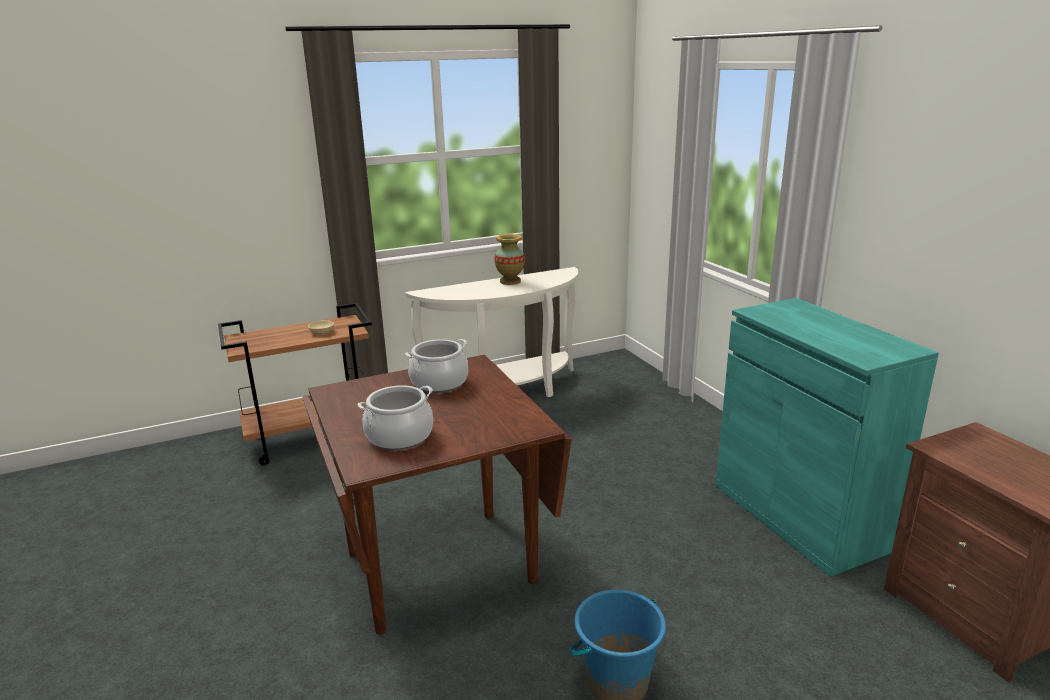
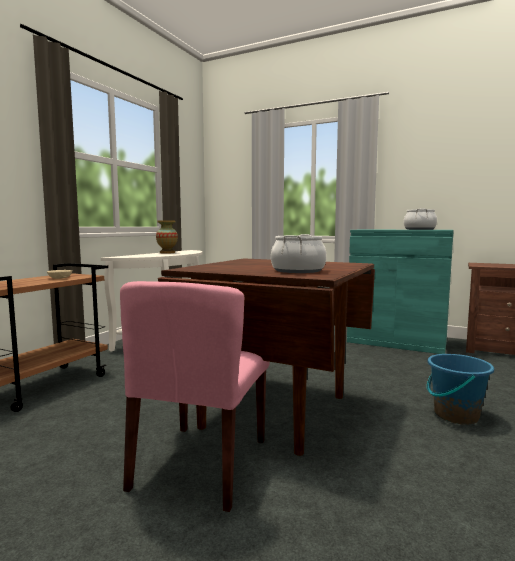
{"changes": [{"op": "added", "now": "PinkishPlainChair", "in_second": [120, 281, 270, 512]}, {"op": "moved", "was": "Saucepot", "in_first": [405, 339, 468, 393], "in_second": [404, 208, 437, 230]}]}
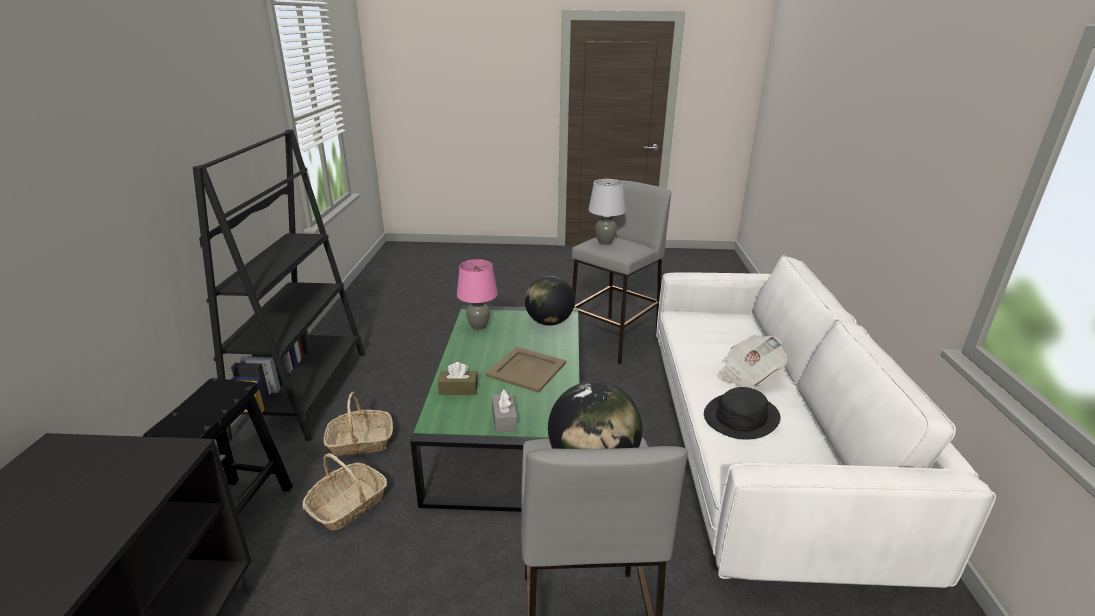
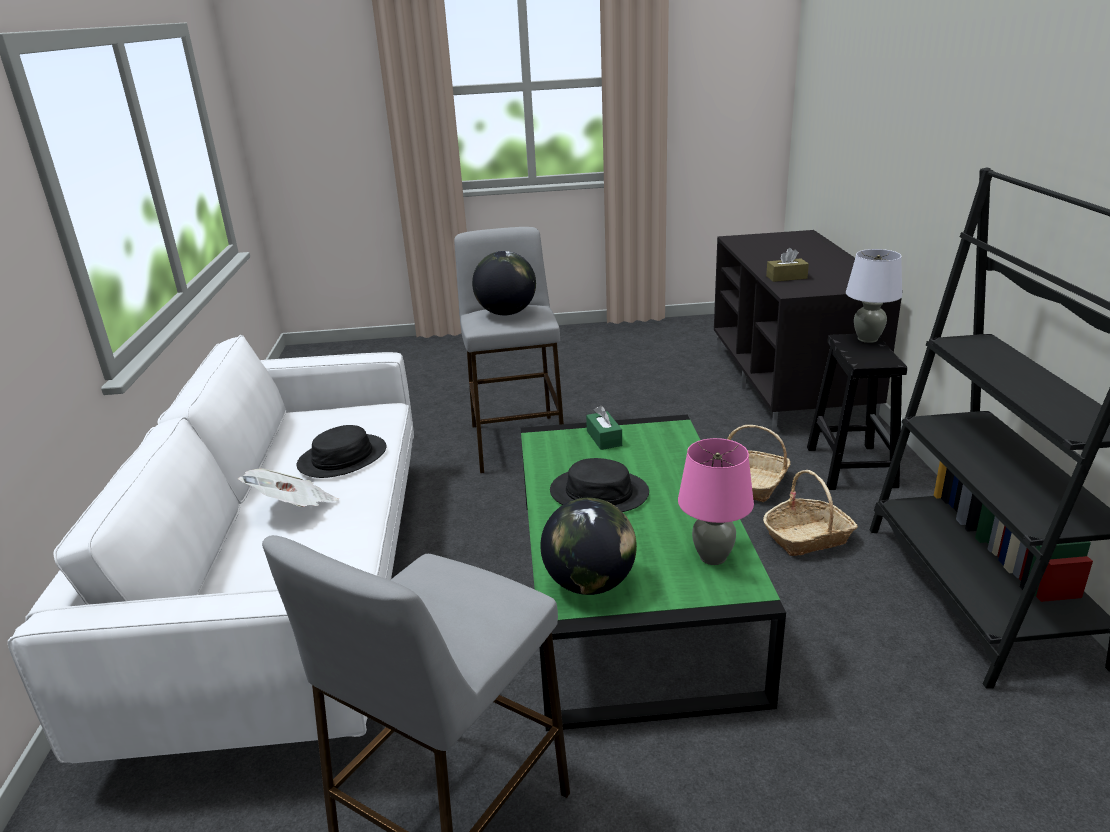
{"changes": [{"op": "moved", "was": "BrownColouredTissueBox", "in_first": [438, 362, 478, 395], "in_second": [766, 248, 809, 282]}, {"op": "moved", "was": "GreyishTabletopLamp", "in_first": [588, 179, 626, 245], "in_second": [846, 249, 902, 343]}, {"op": "replaced", "was": "SandColouredCarryingTray", "now": "BlackHat", "in_first": [486, 347, 566, 393], "in_second": [550, 458, 649, 512]}, {"op": "recoloured", "was": "GreyishTissueBox", "now": "GreenTissueBox", "in_first": [492, 389, 517, 433], "in_second": [586, 405, 622, 450]}]}
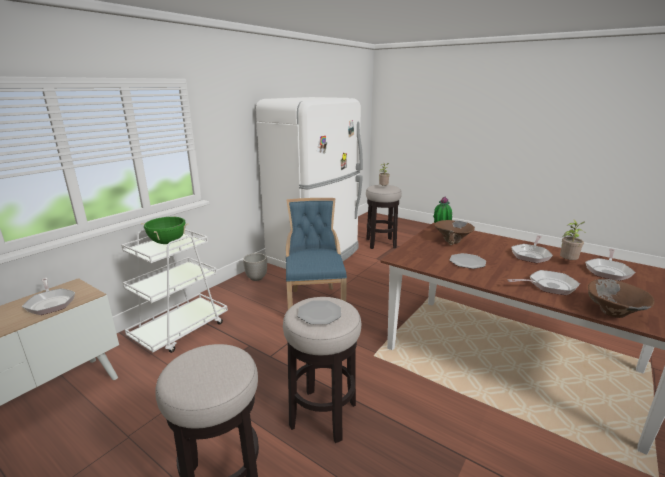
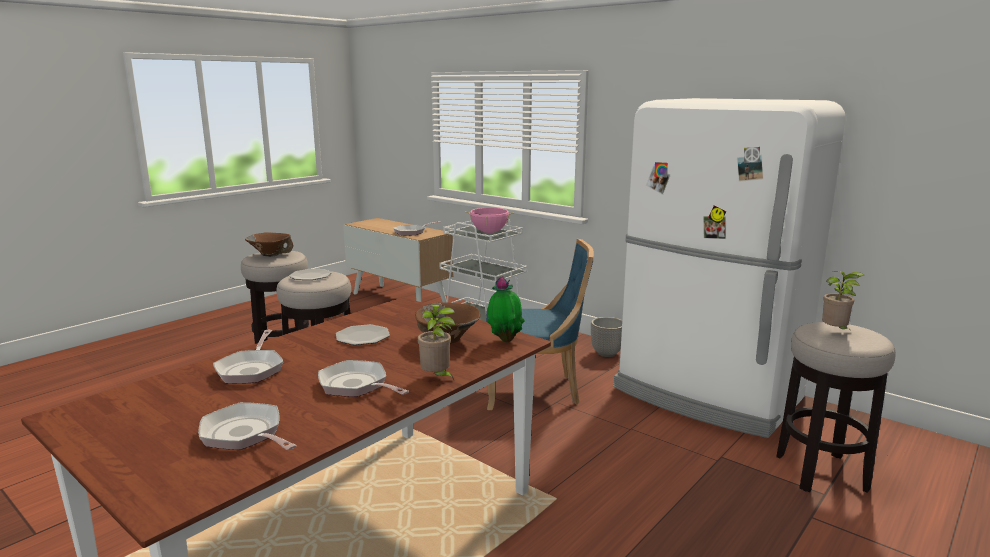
{"changes": [{"op": "moved", "was": "PlantInAPot", "in_first": [560, 220, 584, 260], "in_second": [418, 304, 455, 380]}, {"op": "moved", "was": "BrownColouredServingBowl", "in_first": [588, 279, 654, 318], "in_second": [245, 232, 293, 257]}, {"op": "recoloured", "was": "GreenSaucepot", "now": "PinkishSaucepot", "in_first": [141, 216, 189, 244], "in_second": [466, 208, 514, 233]}]}
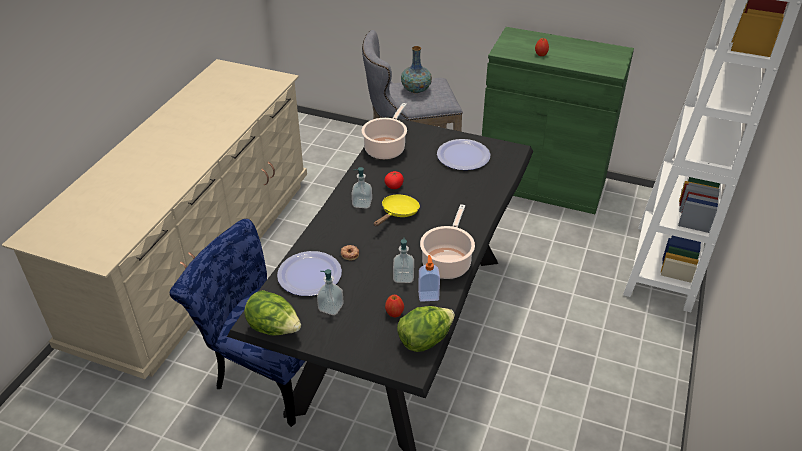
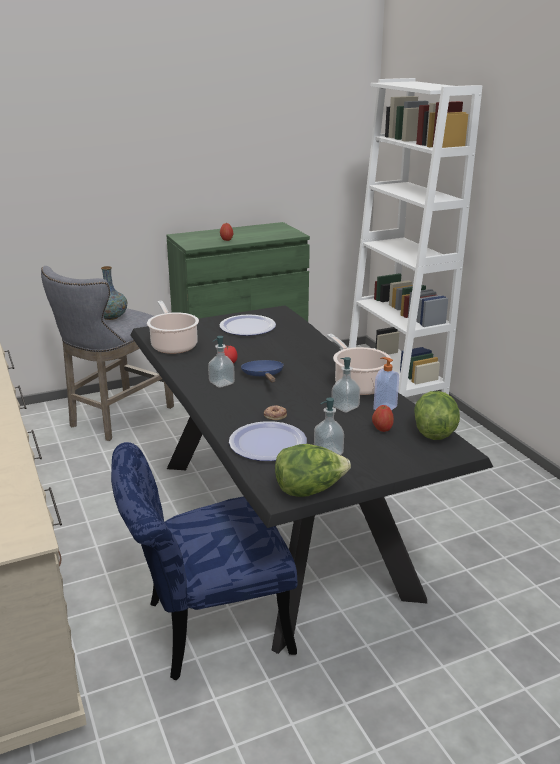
{"changes": [{"op": "recoloured", "was": "YellowishFryingPan", "now": "BluishFryingPan", "in_first": [374, 195, 420, 226], "in_second": [241, 360, 284, 383]}]}
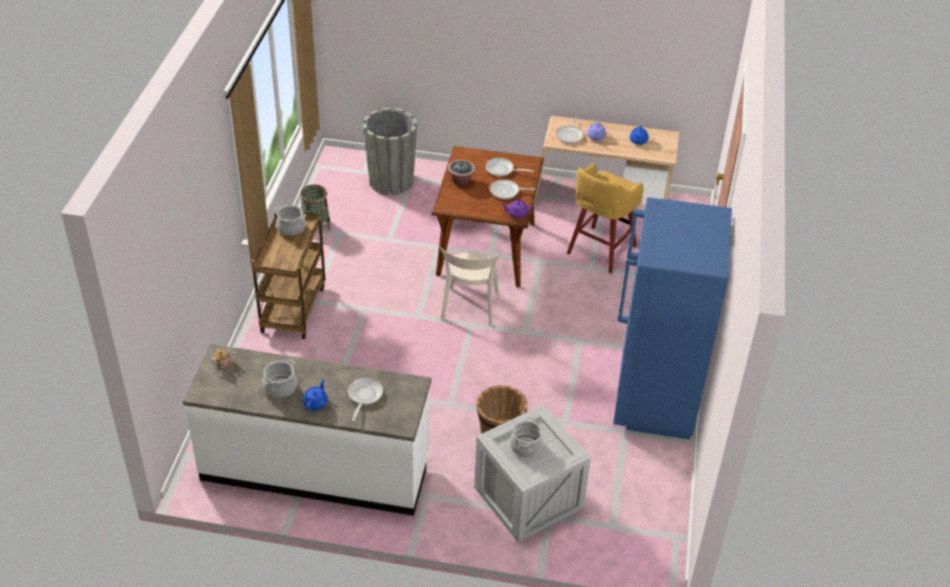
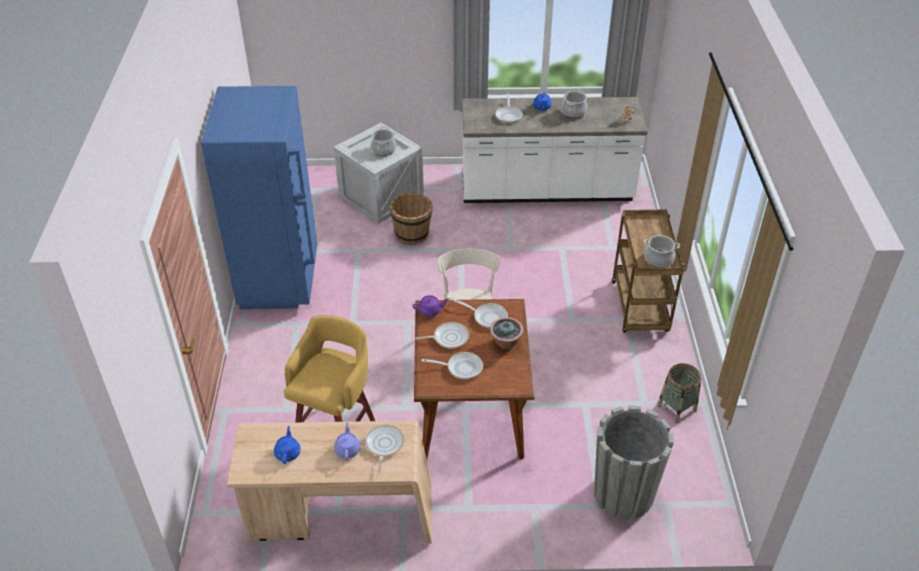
{"changes": [{"op": "added", "now": "FryingPan", "in_second": [453, 299, 508, 328]}]}
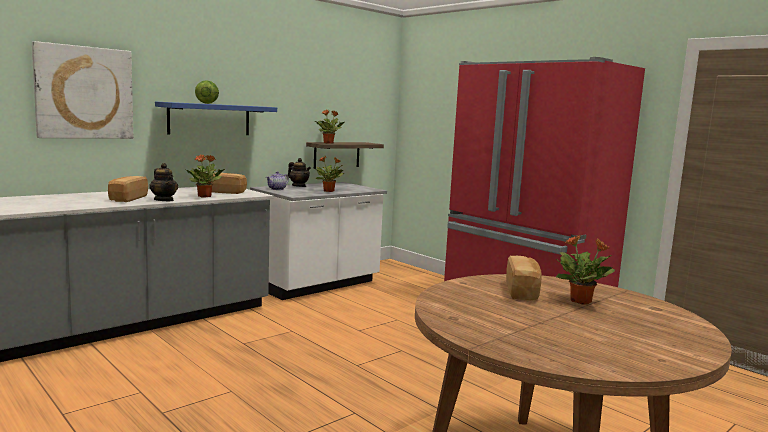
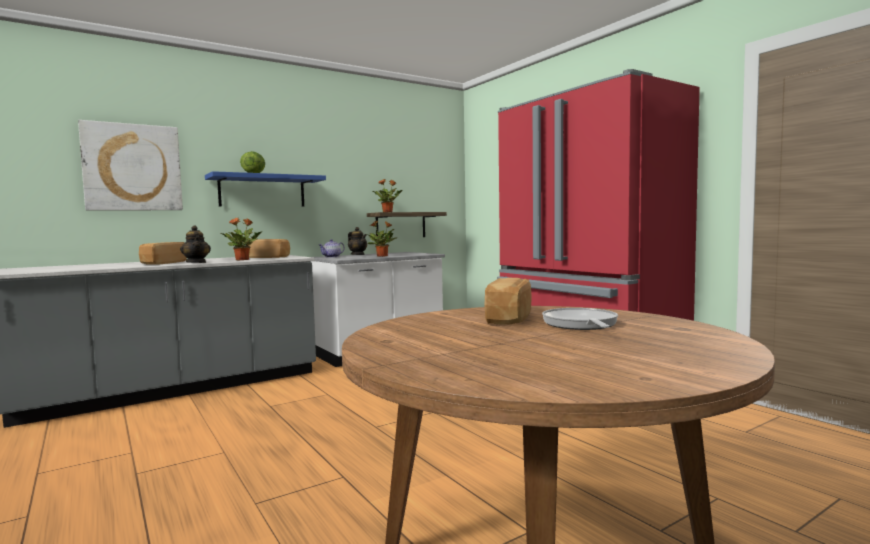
{"changes": [{"op": "replaced", "was": "PlantInAPot", "now": "FryingPan", "in_first": [556, 235, 615, 305], "in_second": [542, 308, 618, 330]}]}
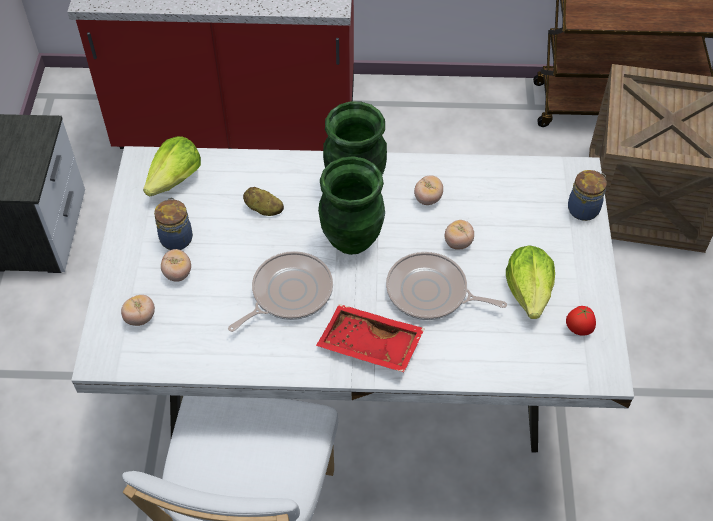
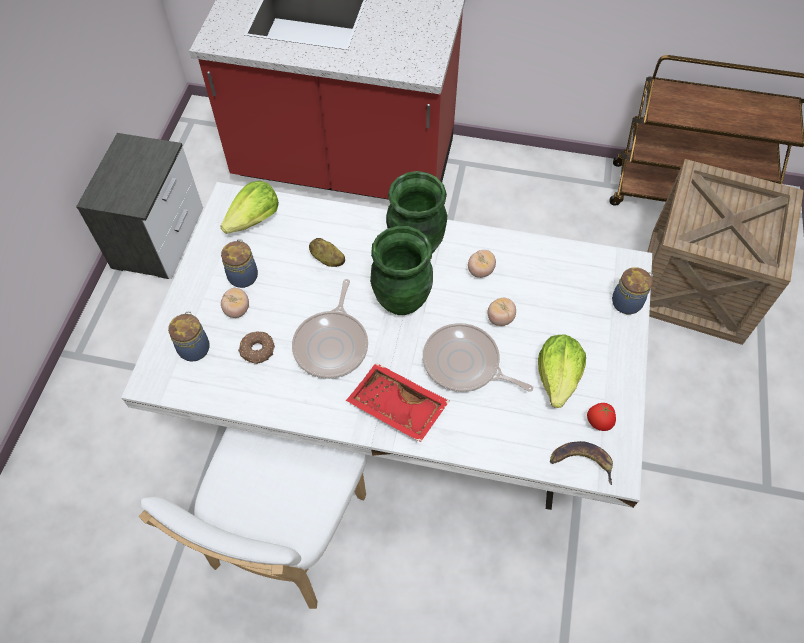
{"changes": [{"op": "added", "now": "Donut", "in_second": [238, 331, 275, 364]}, {"op": "added", "now": "Banana", "in_second": [550, 441, 613, 485]}, {"op": "replaced", "was": "FreshTomato", "now": "PreserveJar", "in_first": [121, 295, 155, 326], "in_second": [168, 312, 210, 362]}, {"op": "turned", "was": "FryingPan", "in_first": [228, 251, 333, 332], "in_second": [292, 279, 368, 379], "clockwise": 135}]}
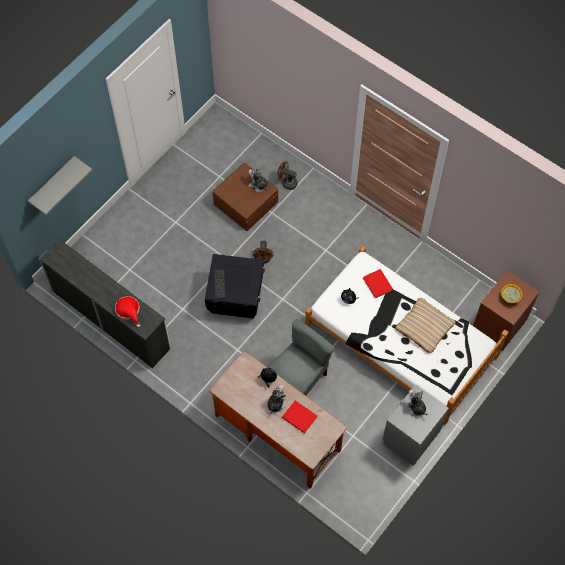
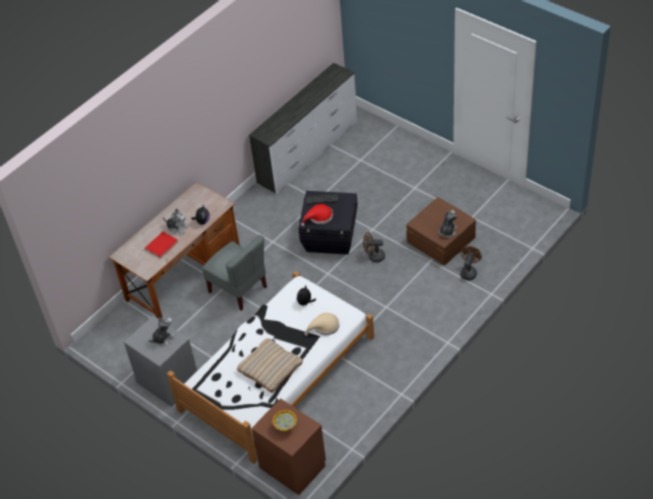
{"changes": [{"op": "removed", "was": "GreyishShelf", "in_first": [28, 156, 93, 215]}, {"op": "moved", "was": "RedHat", "in_first": [115, 296, 140, 327], "in_second": [301, 204, 333, 226]}, {"op": "replaced", "was": "RedBoundBook", "now": "SandColouredHat", "in_first": [363, 269, 393, 298], "in_second": [304, 313, 339, 336]}]}
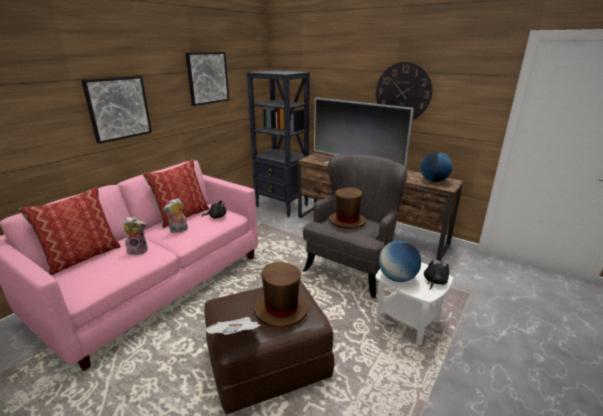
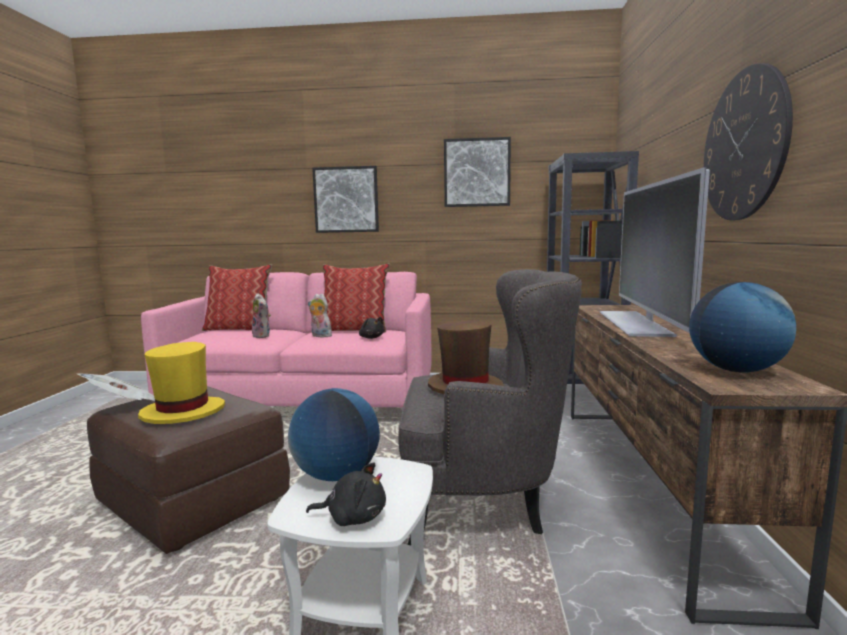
{"changes": [{"op": "recoloured", "was": "BrownColouredHat", "now": "YellowishHat", "in_first": [254, 262, 309, 328], "in_second": [138, 342, 225, 424]}]}
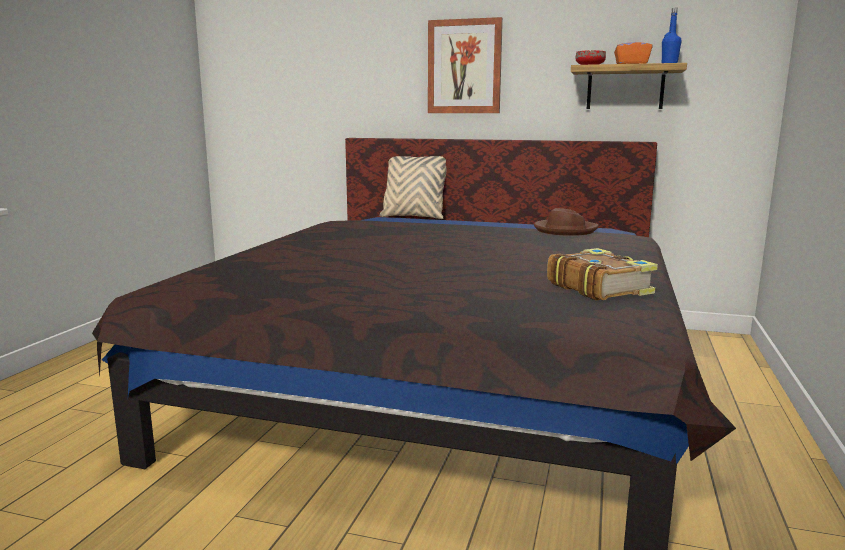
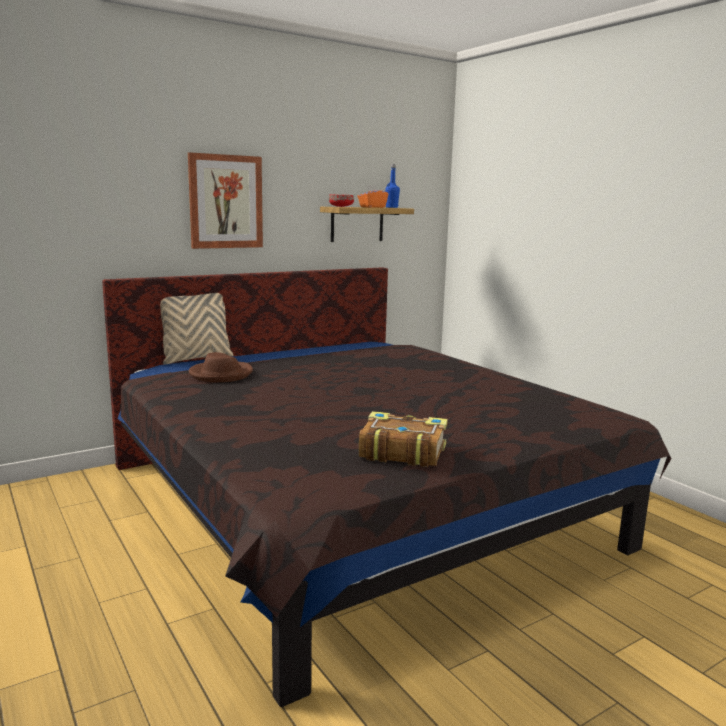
{"changes": [{"op": "moved", "was": "BrownColouredHat", "in_first": [534, 208, 599, 236], "in_second": [189, 352, 253, 382]}, {"op": "moved", "was": "BoundBook", "in_first": [547, 248, 658, 300], "in_second": [359, 411, 448, 467]}]}
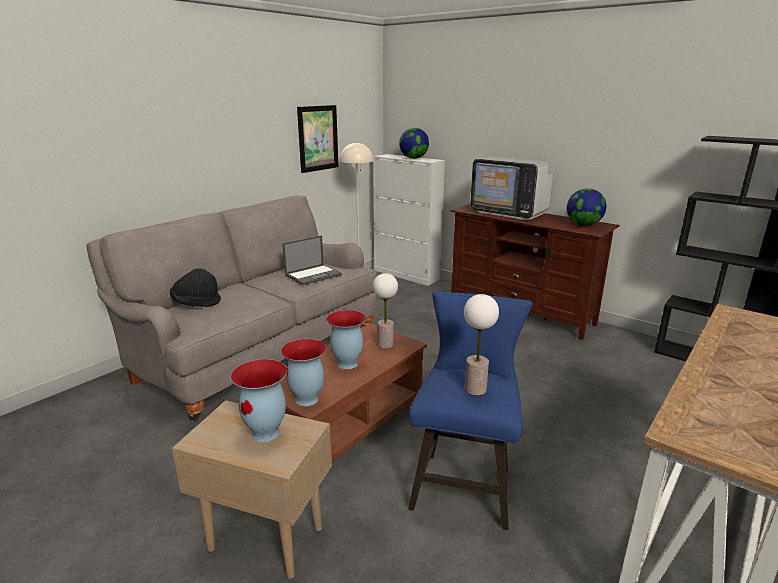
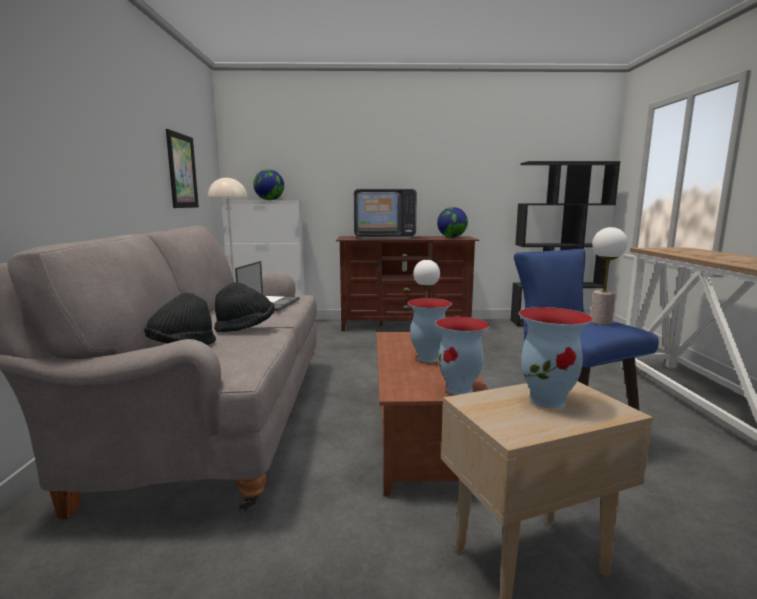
{"changes": [{"op": "added", "now": "BlackHat", "in_second": [214, 282, 275, 332]}]}
